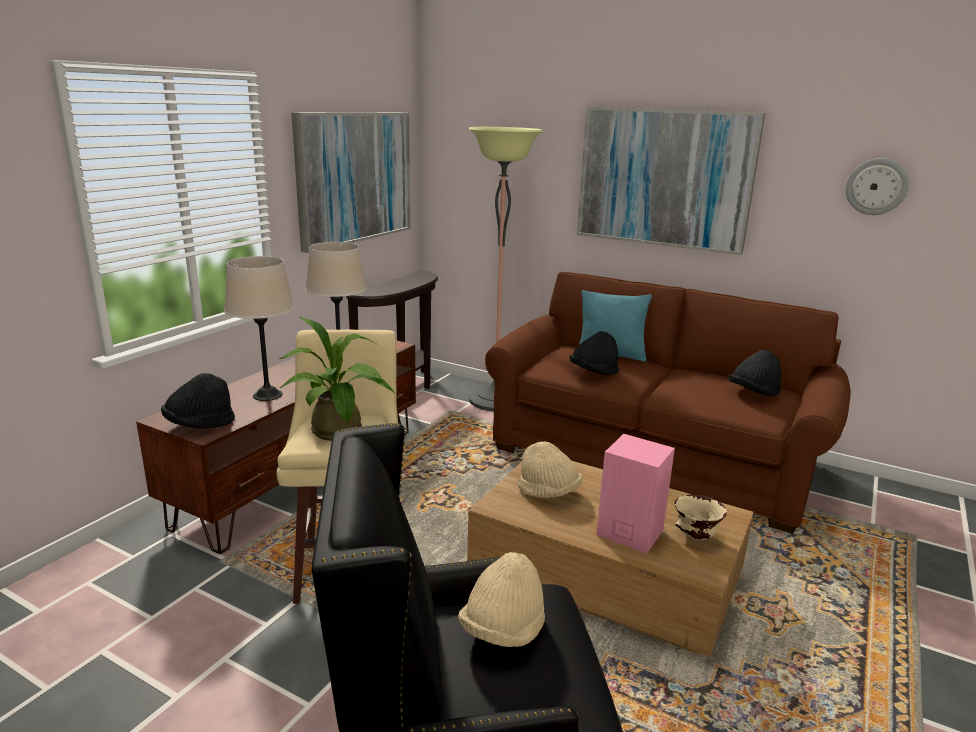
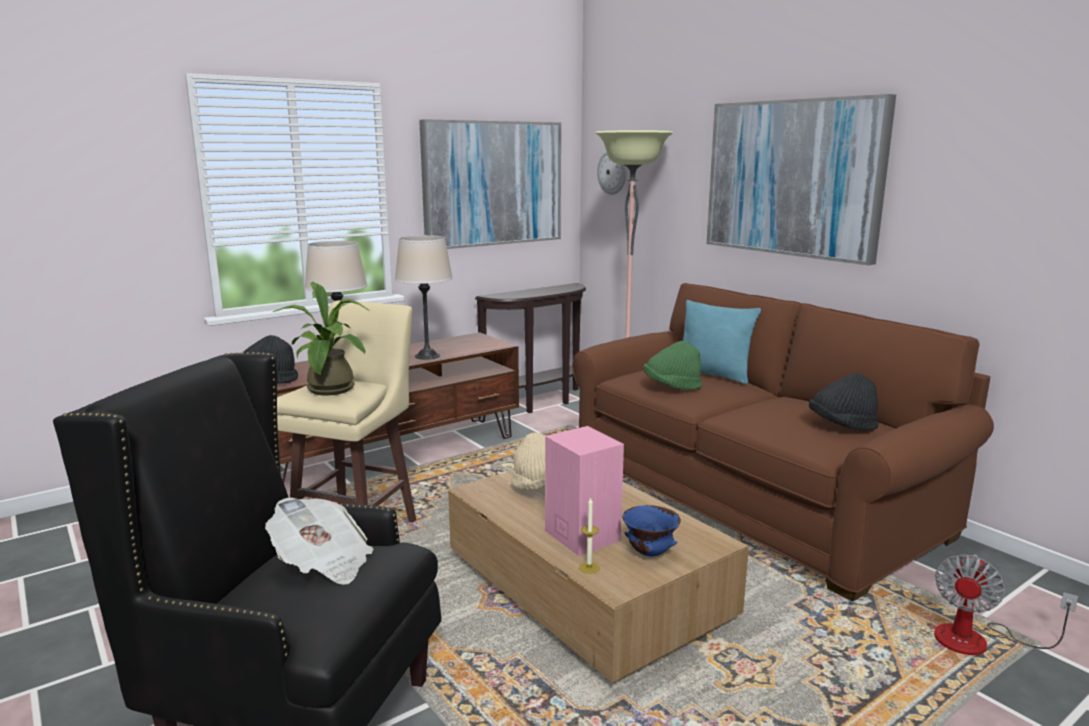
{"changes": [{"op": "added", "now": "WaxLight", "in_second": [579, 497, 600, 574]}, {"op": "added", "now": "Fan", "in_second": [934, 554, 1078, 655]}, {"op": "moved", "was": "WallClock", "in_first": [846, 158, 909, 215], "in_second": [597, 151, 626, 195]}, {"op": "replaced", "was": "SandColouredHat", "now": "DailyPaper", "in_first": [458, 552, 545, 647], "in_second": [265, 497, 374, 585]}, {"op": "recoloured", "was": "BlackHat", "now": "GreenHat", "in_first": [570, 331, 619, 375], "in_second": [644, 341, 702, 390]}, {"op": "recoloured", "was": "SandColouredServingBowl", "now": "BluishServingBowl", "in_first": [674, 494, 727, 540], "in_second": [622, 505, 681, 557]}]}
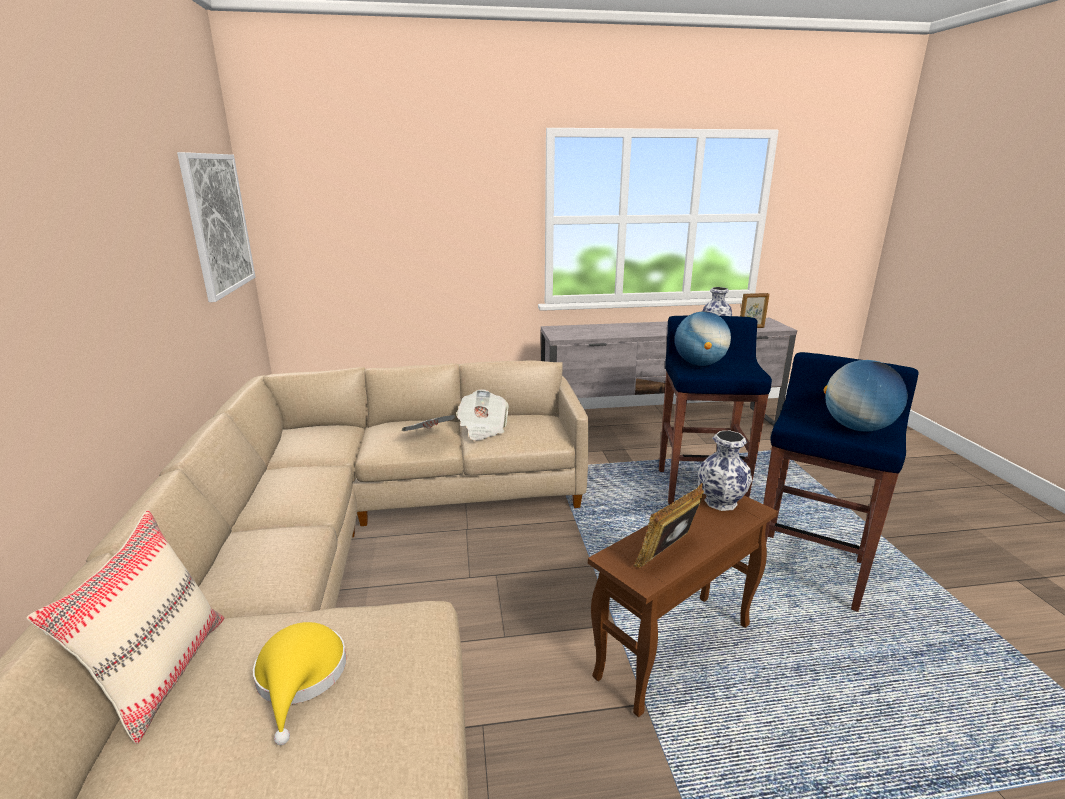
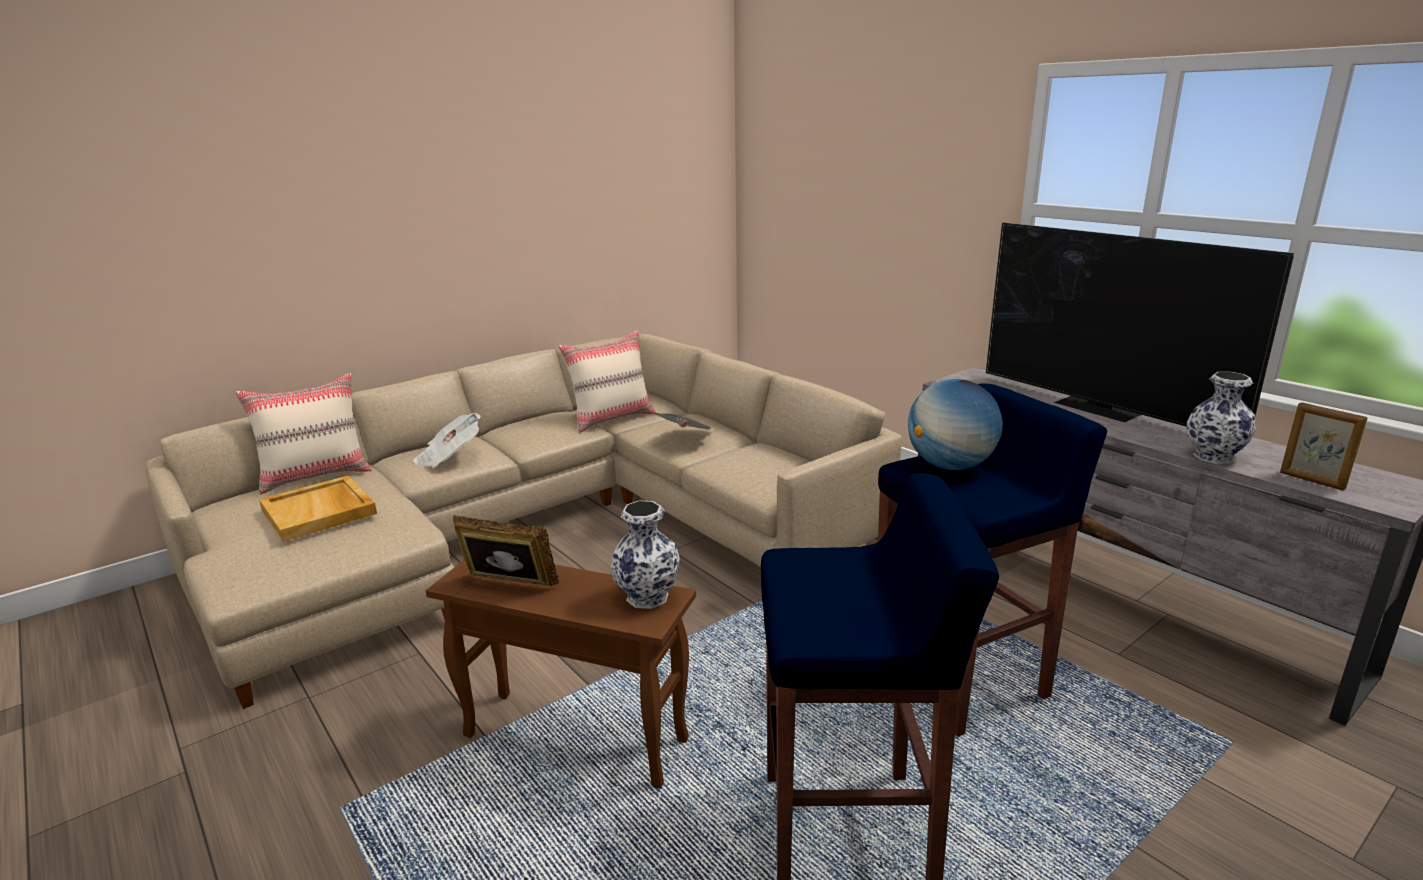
{"changes": [{"op": "removed", "was": "WallArt", "in_first": [177, 152, 256, 302]}, {"op": "removed", "was": "Globe", "in_first": [824, 360, 908, 432]}, {"op": "added", "now": "SandColouredThrowPillow", "in_second": [558, 330, 656, 433]}, {"op": "added", "now": "Television", "in_second": [986, 222, 1294, 427]}, {"op": "moved", "was": "DailyPaper", "in_first": [456, 389, 509, 441], "in_second": [413, 413, 481, 467]}, {"op": "replaced", "was": "YellowishHat", "now": "SandColouredCarryingTray", "in_first": [253, 622, 346, 745], "in_second": [259, 476, 377, 542]}]}
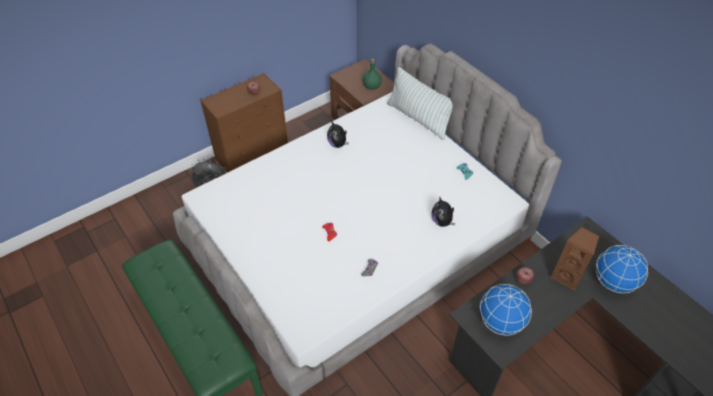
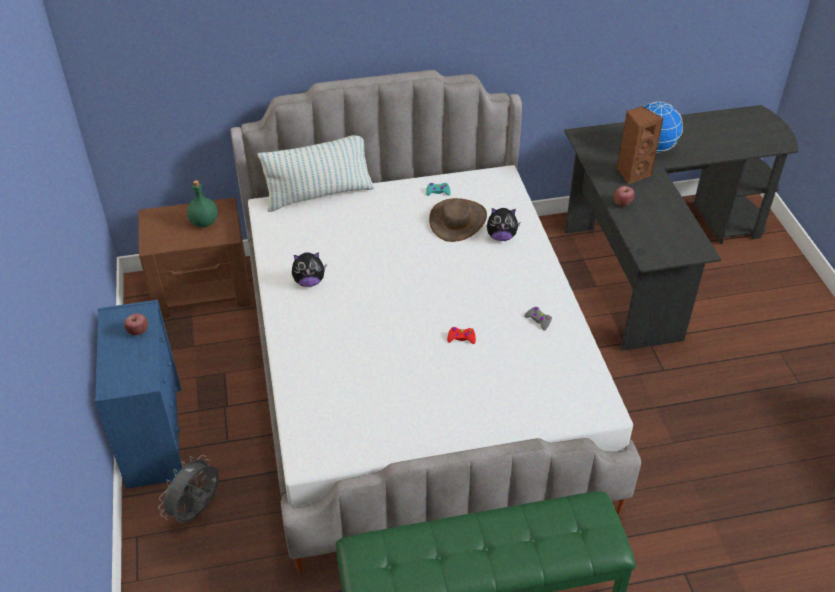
{"changes": [{"op": "removed", "was": "Globe", "in_first": [480, 284, 532, 336]}, {"op": "added", "now": "BrownColouredHat", "in_second": [429, 198, 487, 242]}, {"op": "recoloured", "was": "BrownColouredChestOfDrawers", "now": "BluishChestOfDrawers", "in_first": [200, 73, 288, 172], "in_second": [95, 300, 183, 489]}]}
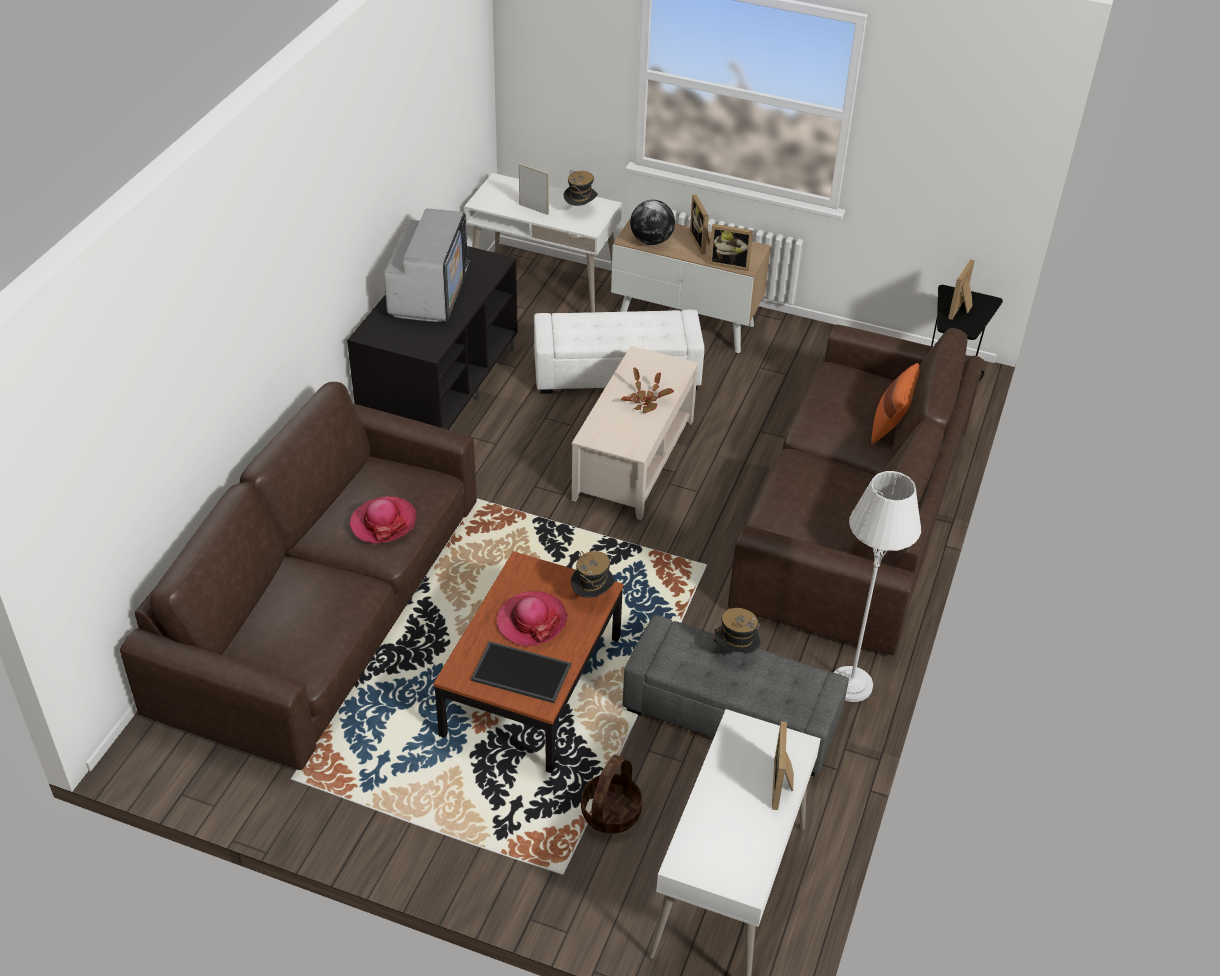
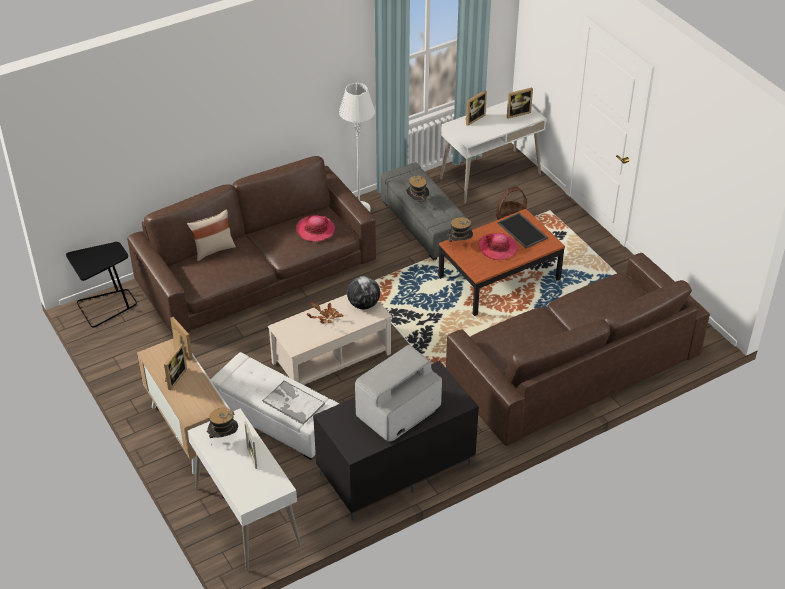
{"changes": [{"op": "added", "now": "CarryingTray", "in_second": [262, 381, 325, 425]}, {"op": "moved", "was": "Hat", "in_first": [349, 496, 416, 543], "in_second": [296, 215, 335, 242]}, {"op": "moved", "was": "Globe", "in_first": [630, 200, 675, 245], "in_second": [347, 276, 380, 309]}, {"op": "moved", "was": "PictureFrame", "in_first": [948, 259, 974, 320], "in_second": [507, 87, 533, 119]}, {"op": "recoloured", "was": "OrangeyThrowPillow", "now": "SandColouredThrowPillow", "in_first": [871, 363, 919, 444], "in_second": [187, 209, 236, 261]}]}
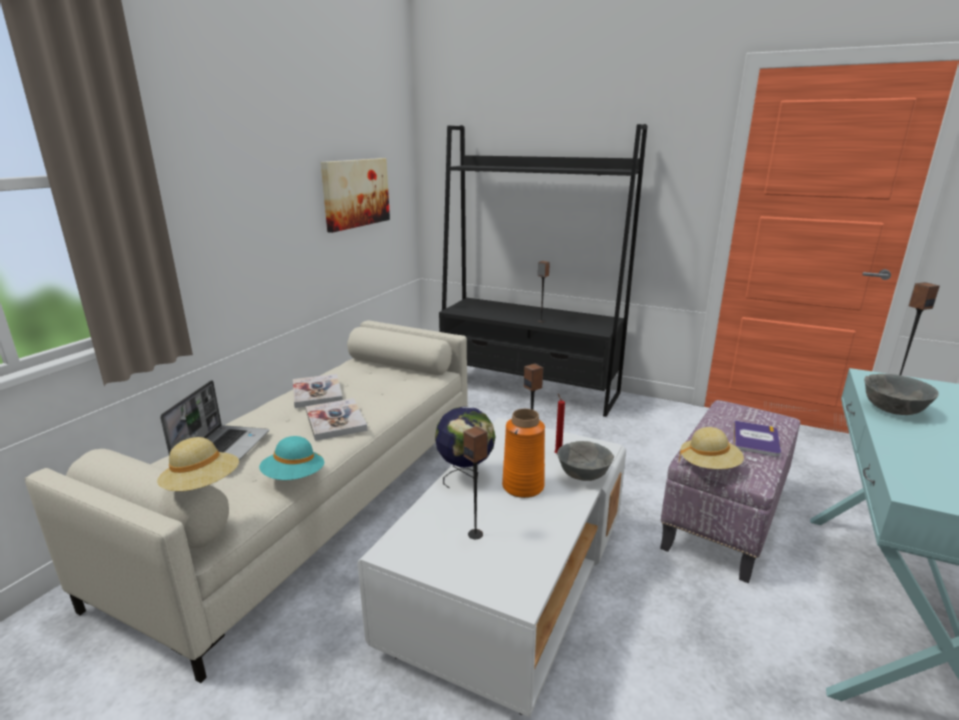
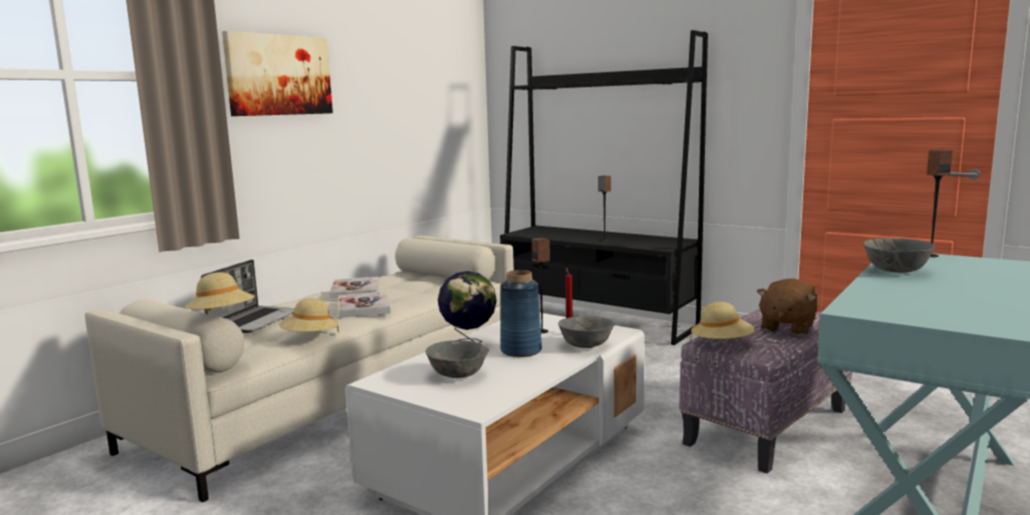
{"changes": [{"op": "moved", "was": "WallArt", "in_first": [321, 158, 390, 233], "in_second": [222, 31, 333, 116]}, {"op": "replaced", "was": "AudioSpeaker", "now": "GreyishServingBowl", "in_first": [463, 426, 488, 539], "in_second": [426, 340, 489, 378]}, {"op": "replaced", "was": "BoundBook", "now": "BrownColouredCuddlyToy", "in_first": [734, 420, 781, 457], "in_second": [757, 278, 819, 336]}, {"op": "recoloured", "was": "TurquoiseHat", "now": "SandColouredHat", "in_first": [259, 436, 324, 480], "in_second": [279, 298, 339, 333]}, {"op": "recoloured", "was": "OrangeyVase", "now": "BluishVase", "in_first": [502, 409, 545, 498], "in_second": [500, 270, 542, 357]}]}
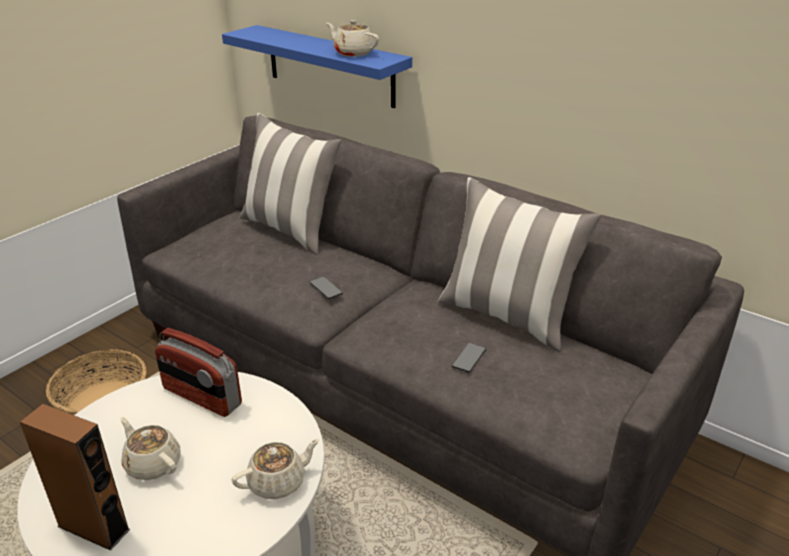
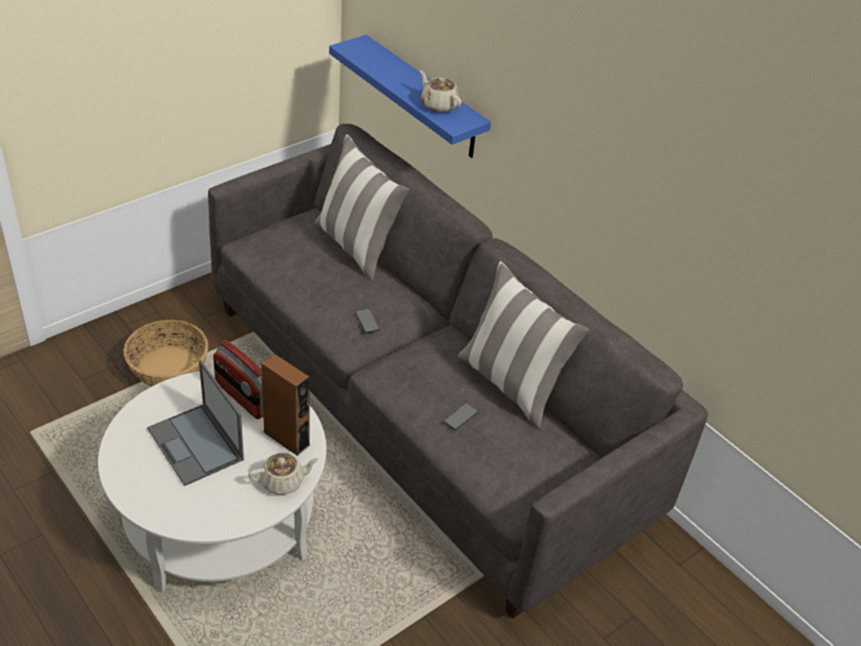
{"changes": [{"op": "moved", "was": "BrownColouredAudioSpeaker", "in_first": [20, 404, 130, 550], "in_second": [261, 354, 310, 456]}, {"op": "replaced", "was": "SandColouredTeapot", "now": "NotebookComputer", "in_first": [120, 417, 180, 480], "in_second": [147, 360, 244, 486]}]}
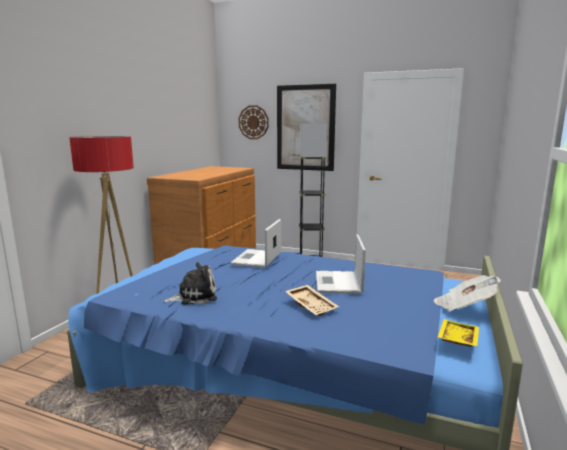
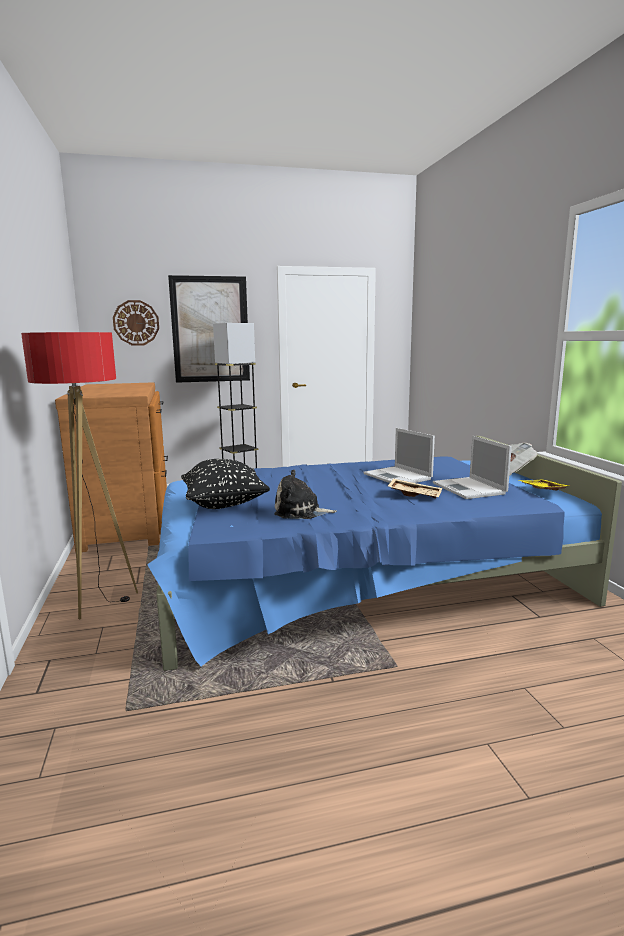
{"changes": [{"op": "added", "now": "BlackThrowPillow", "in_second": [181, 459, 270, 509]}, {"op": "moved", "was": "NotebookComputer", "in_first": [231, 219, 281, 268], "in_second": [433, 436, 512, 499]}, {"op": "turned", "was": "CuddlyToy", "in_first": [163, 262, 217, 305], "in_second": [274, 469, 337, 519], "clockwise": -120}]}
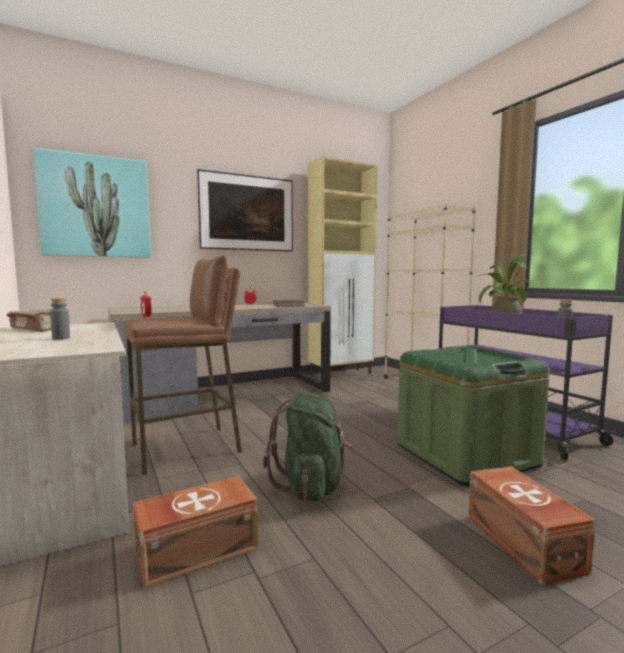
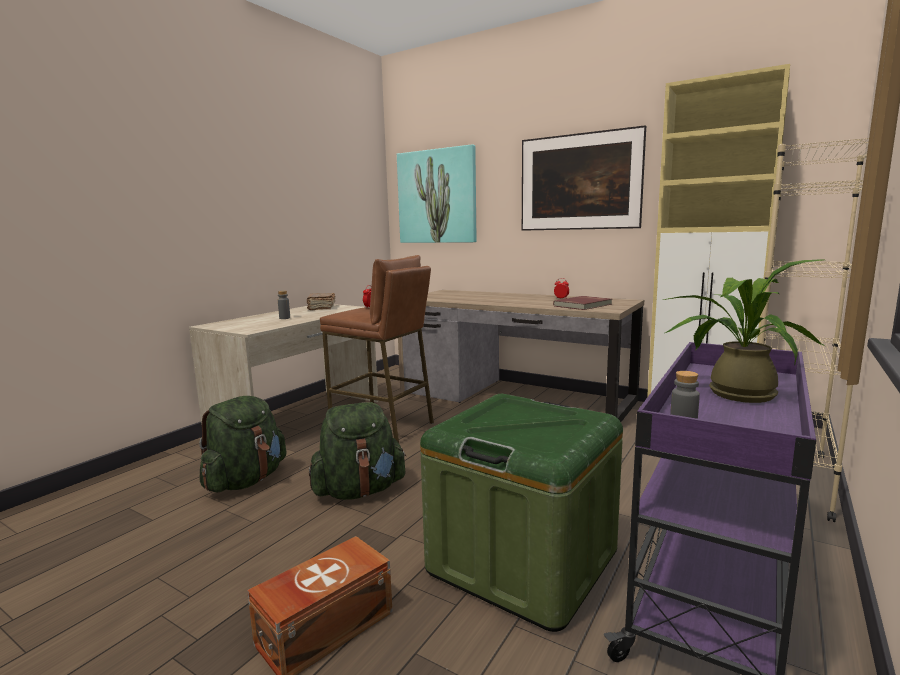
{"changes": [{"op": "replaced", "was": "BrownColouredStorageContainer", "now": "GreenKnapsack", "in_first": [133, 476, 258, 589], "in_second": [199, 396, 286, 493]}]}
